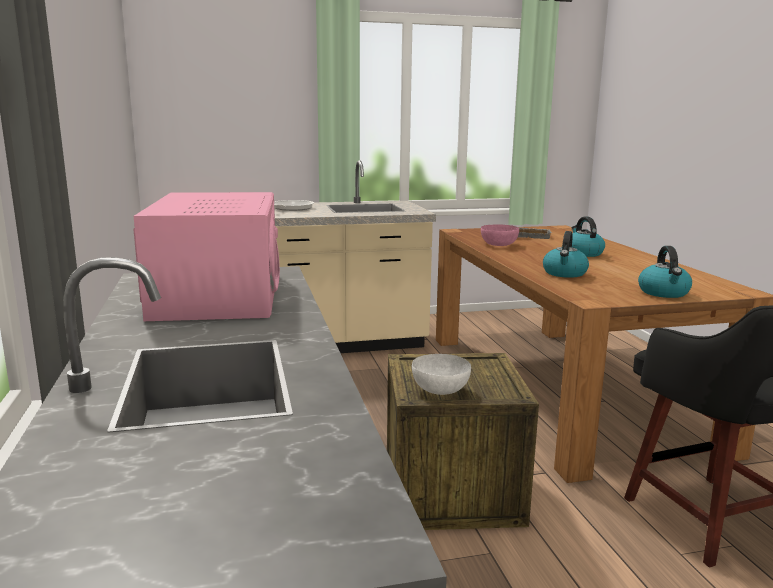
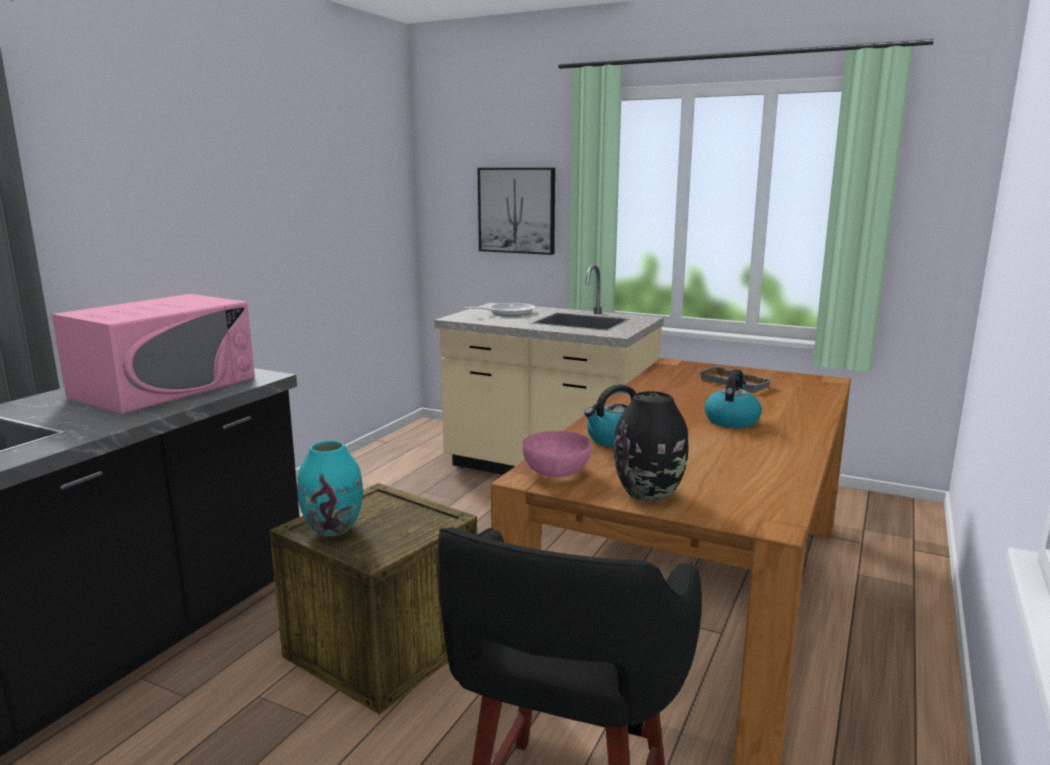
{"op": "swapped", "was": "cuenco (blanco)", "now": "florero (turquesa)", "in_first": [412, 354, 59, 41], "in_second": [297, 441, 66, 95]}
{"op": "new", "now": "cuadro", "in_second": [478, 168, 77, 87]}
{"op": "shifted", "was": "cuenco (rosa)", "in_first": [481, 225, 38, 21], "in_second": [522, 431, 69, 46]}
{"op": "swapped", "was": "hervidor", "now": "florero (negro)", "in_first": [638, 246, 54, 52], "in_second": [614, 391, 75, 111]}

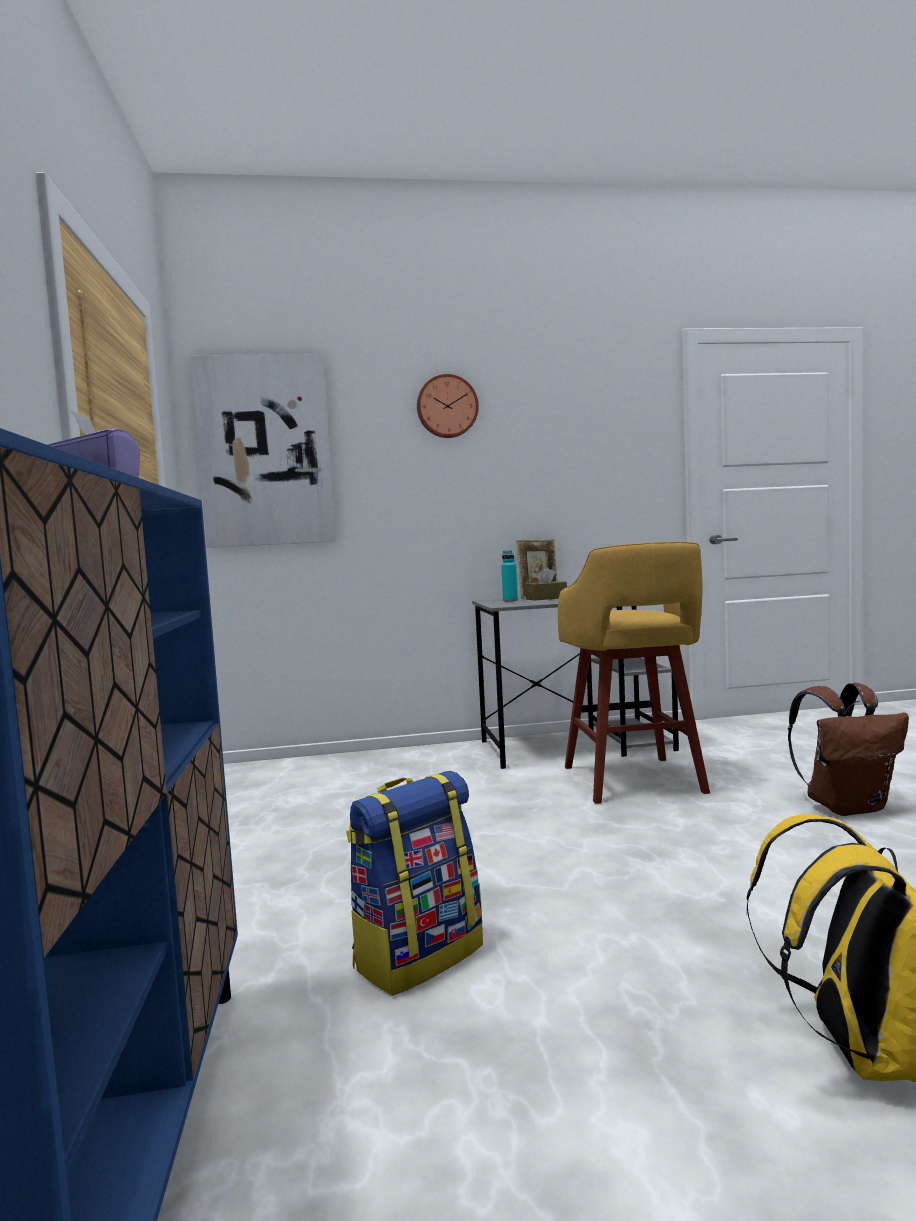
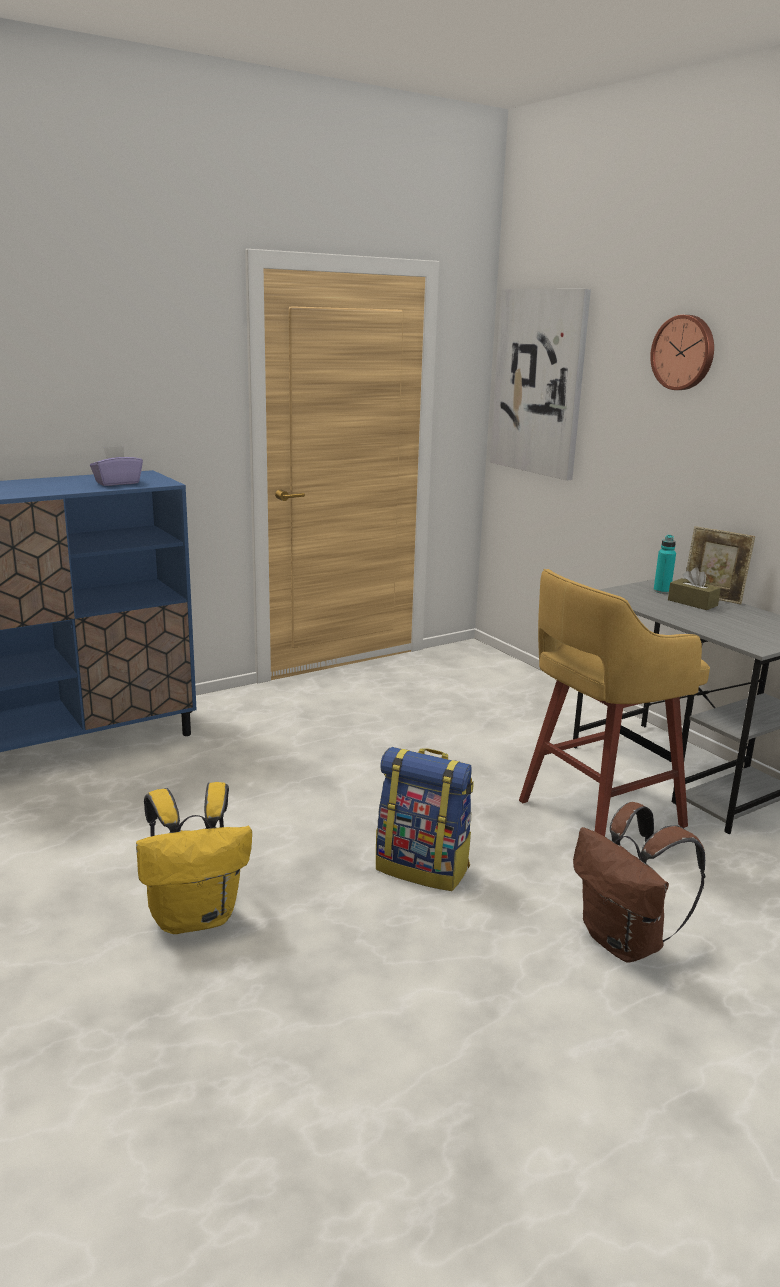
{"op": "shifted", "was": "mochila", "in_first": [346, 771, 137, 225], "in_second": [376, 747, 98, 144]}

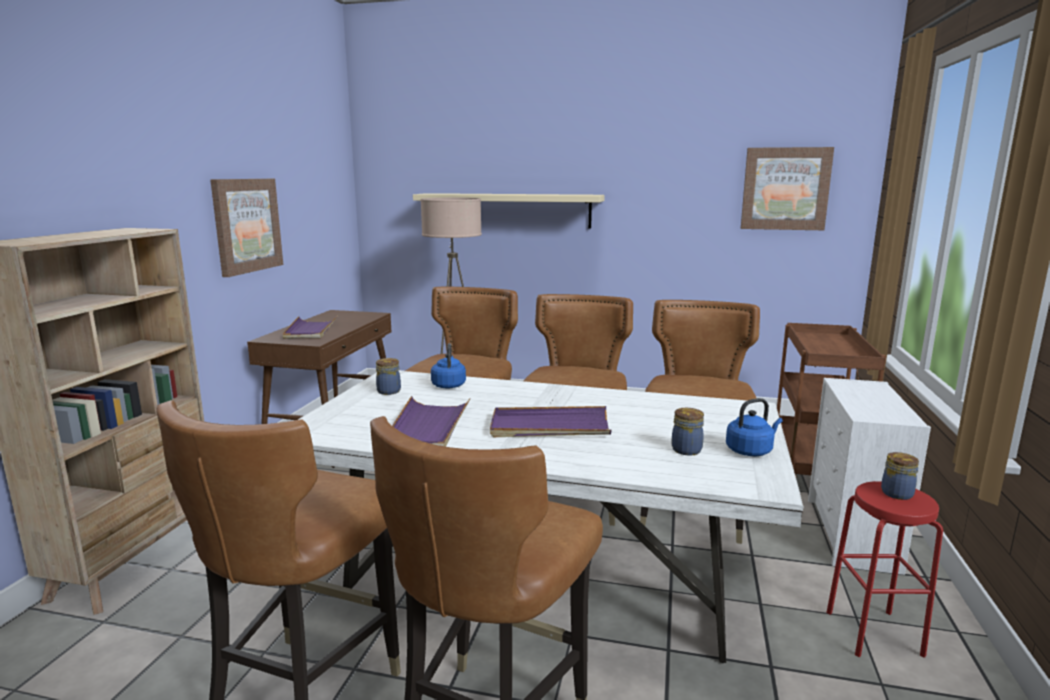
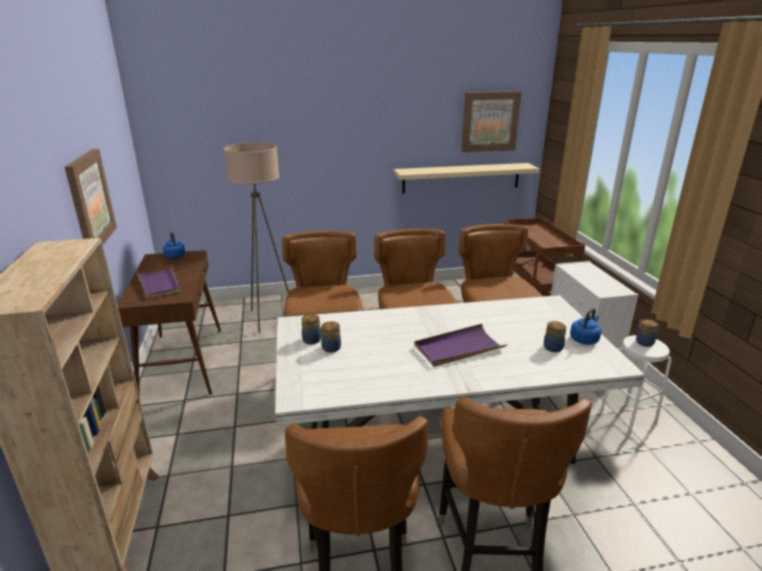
{"op": "shifted", "was": "hervidor (azul)", "in_first": [431, 343, 35, 46], "in_second": [163, 232, 22, 27]}
{"op": "new", "now": "tarro", "in_second": [319, 321, 22, 32]}
{"op": "shifted", "was": "estante (beis)", "in_first": [413, 193, 192, 36], "in_second": [394, 163, 146, 31]}
{"op": "repainted", "was": "taburete (rojo)", "now": "taburete (blanco)", "in_first": [826, 481, 117, 177], "in_second": [599, 335, 73, 101]}
{"op": "gone", "was": "bandeja (morado)", "in_first": [392, 396, 78, 51]}

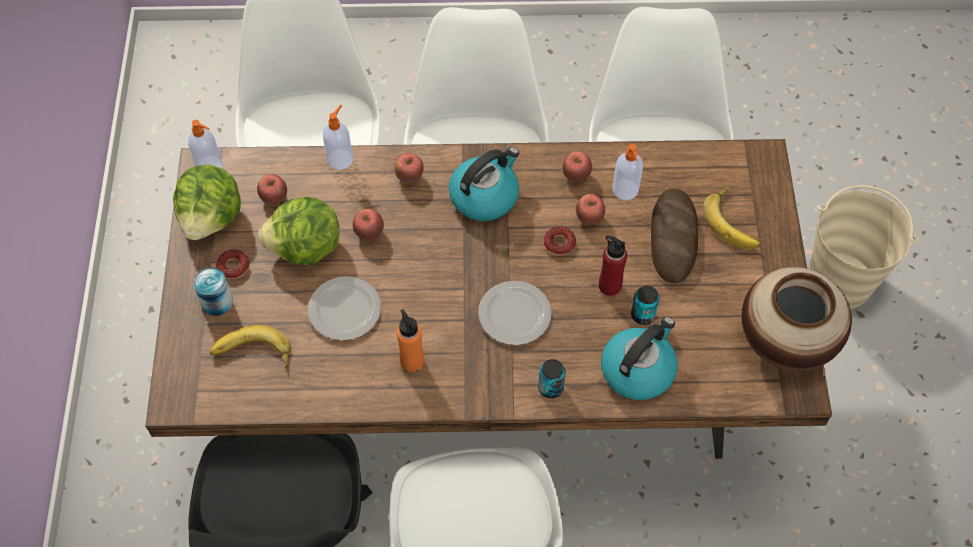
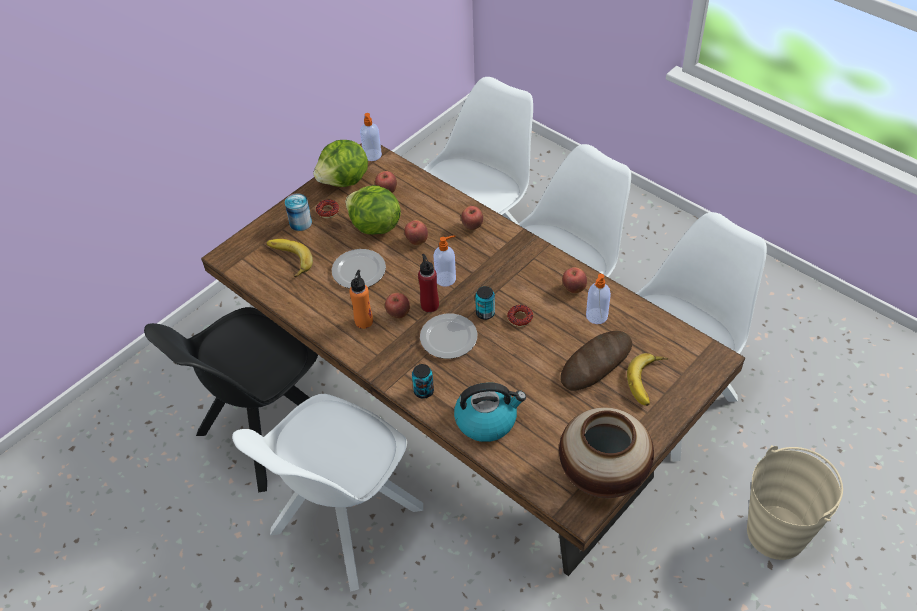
{"op": "shifted", "was": "manzana", "in_first": [576, 194, 29, 31], "in_second": [385, 293, 25, 25]}
{"op": "shifted", "was": "botella (rojo)", "in_first": [599, 235, 28, 61], "in_second": [418, 254, 21, 58]}
{"op": "shifted", "was": "dispensador de jabón", "in_first": [323, 105, 30, 65], "in_second": [433, 235, 23, 52]}
{"op": "shifted", "was": "lata", "in_first": [631, 286, 29, 39], "in_second": [475, 286, 20, 34]}
{"op": "gone", "was": "hervidor", "in_first": [449, 147, 70, 74]}

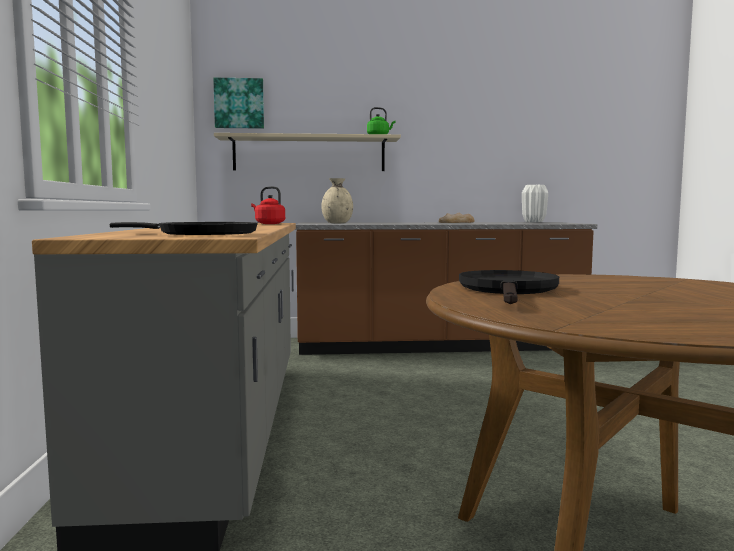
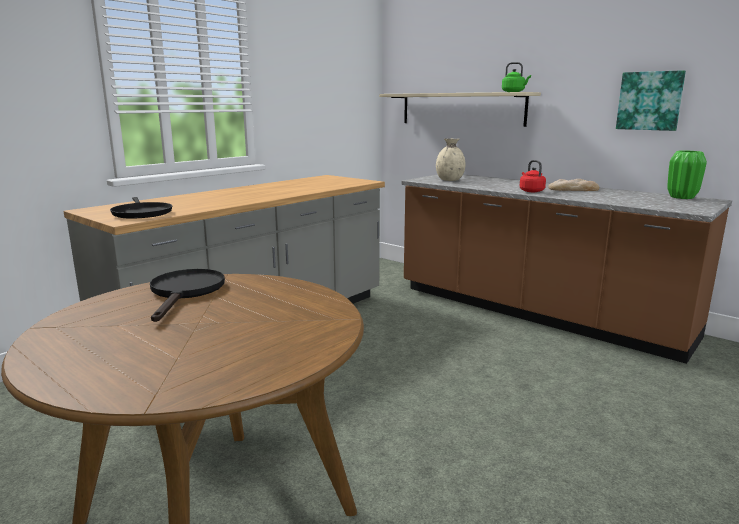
{"op": "rotated", "was": "sartén (negro)", "in_first": [459, 270, 100, 34], "in_second": [150, 269, 75, 53], "clockwise": -60}
{"op": "shifted", "was": "hervidor (rojo)", "in_first": [251, 186, 34, 38], "in_second": [519, 160, 27, 32]}
{"op": "shifted", "was": "cuadro", "in_first": [213, 78, 51, 51], "in_second": [616, 70, 70, 61]}
{"op": "repainted", "was": "florero (blanco)", "now": "florero (verde)", "in_first": [522, 185, 26, 37], "in_second": [667, 151, 40, 48]}

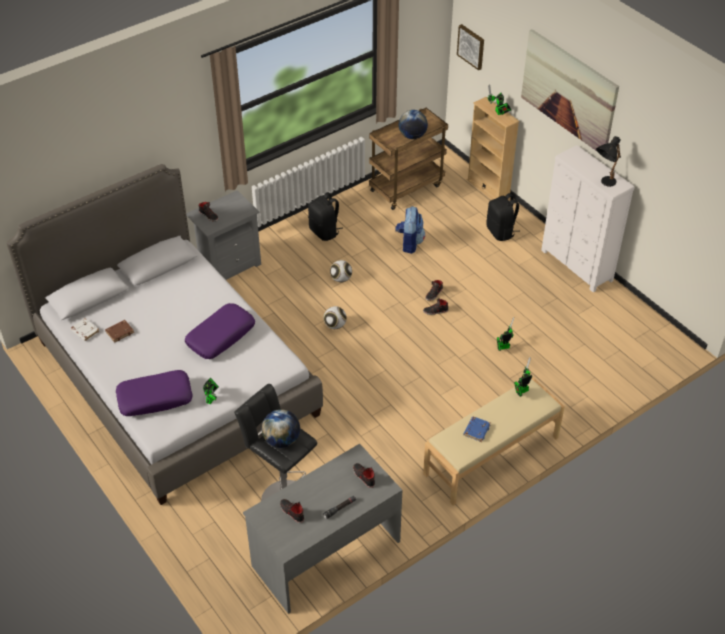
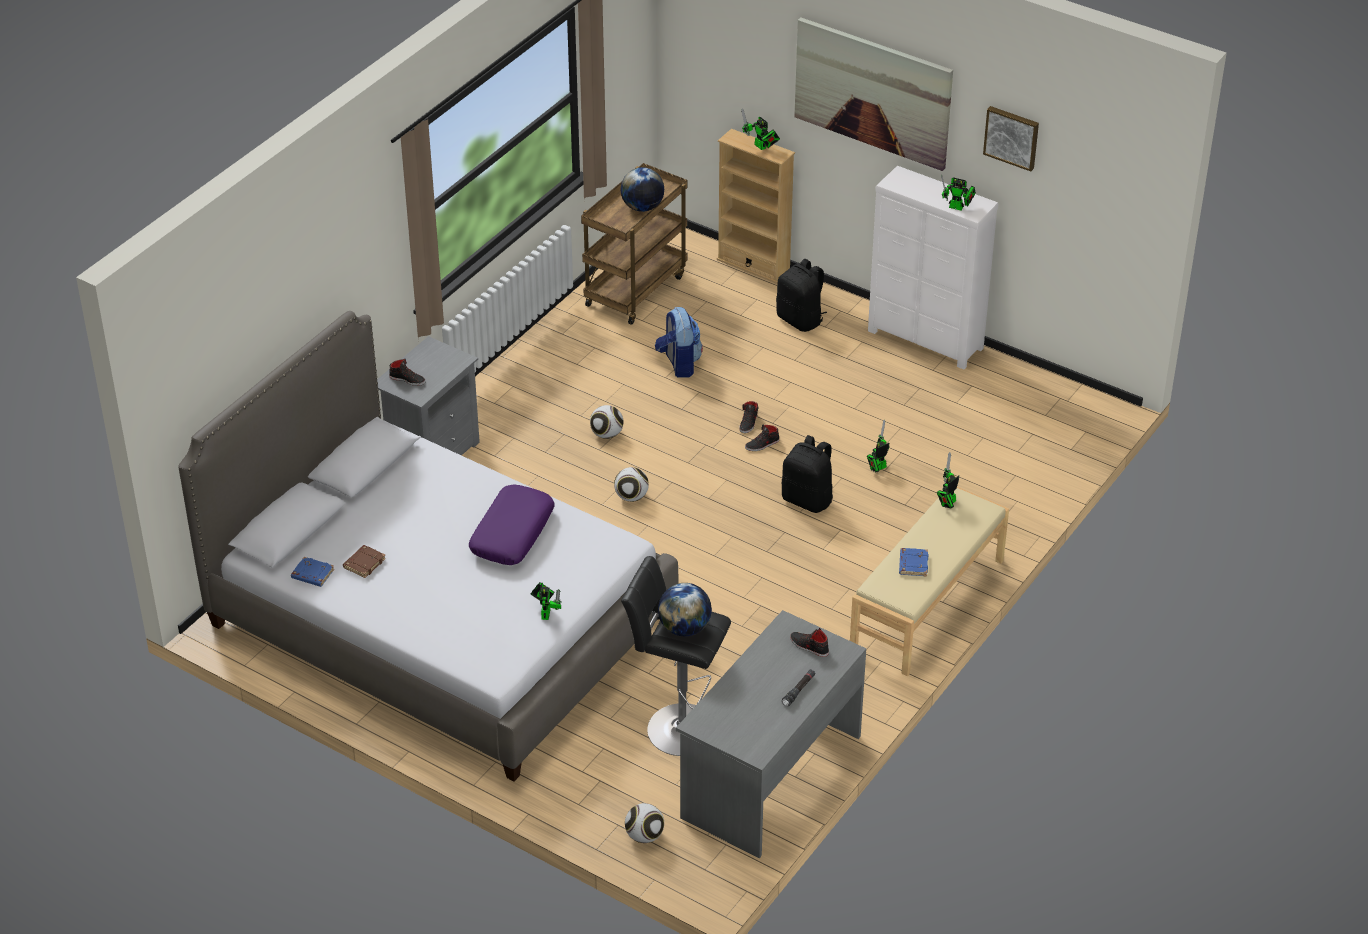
{"op": "repainted", "was": "libro (blanco)", "now": "libro (azul)", "in_first": [70, 318, 30, 23], "in_second": [291, 557, 43, 30]}
{"op": "new", "now": "balón de fútbol", "in_second": [625, 803, 39, 40]}
{"op": "shifted", "was": "mochila (negro)", "in_first": [308, 192, 35, 49], "in_second": [781, 435, 52, 78]}
{"op": "swapped", "was": "lámpara de mesa (negro)", "now": "robot de juguete", "in_first": [596, 136, 25, 51], "in_second": [941, 174, 35, 37]}
{"op": "shifted", "was": "cuadro", "in_first": [457, 24, 27, 46], "in_second": [983, 106, 56, 65]}
{"op": "gone", "was": "cojín (morado)", "in_first": [116, 370, 77, 46]}
{"op": "gone", "was": "zapato (negro)", "in_first": [280, 499, 24, 24]}

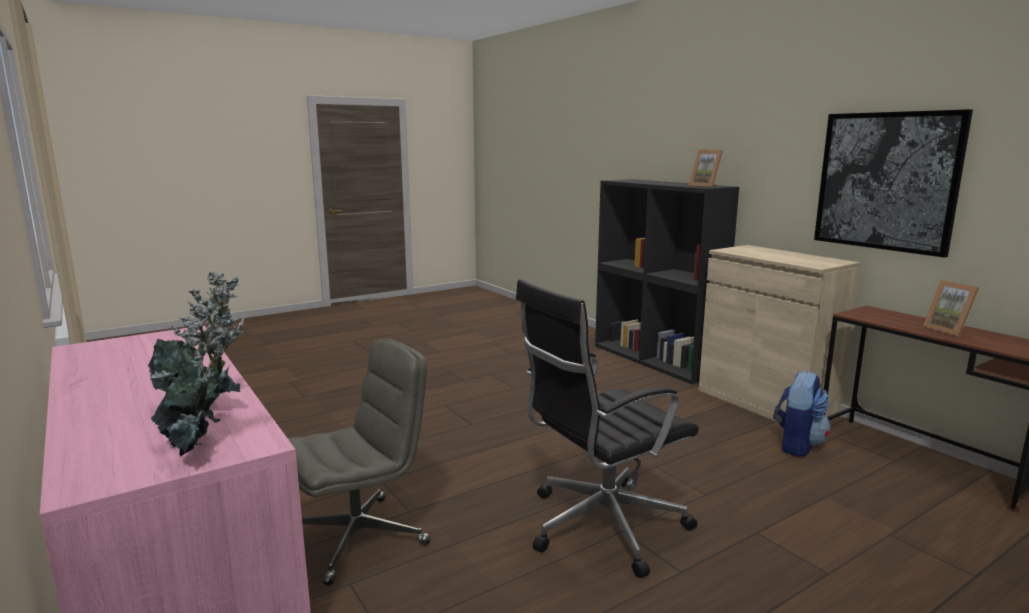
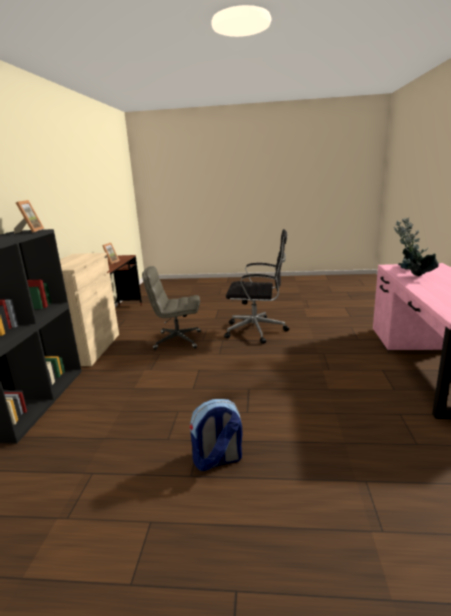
{"op": "shifted", "was": "silla de oficina (gris)", "in_first": [288, 339, 143, 247], "in_second": [142, 266, 59, 83]}
{"op": "shifted", "was": "mochila", "in_first": [773, 370, 57, 87], "in_second": [190, 399, 52, 72]}
{"op": "gone", "was": "cuadro", "in_first": [814, 109, 159, 149]}

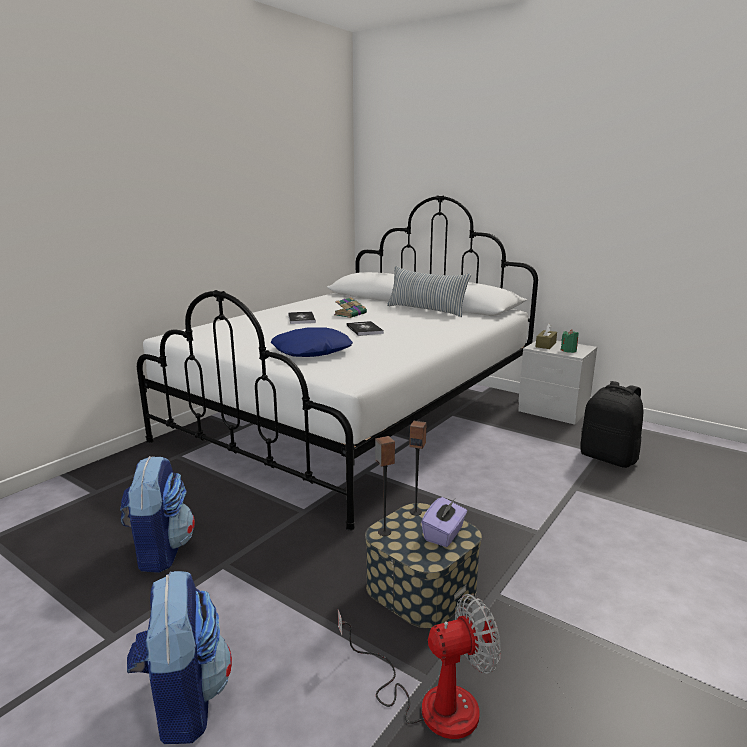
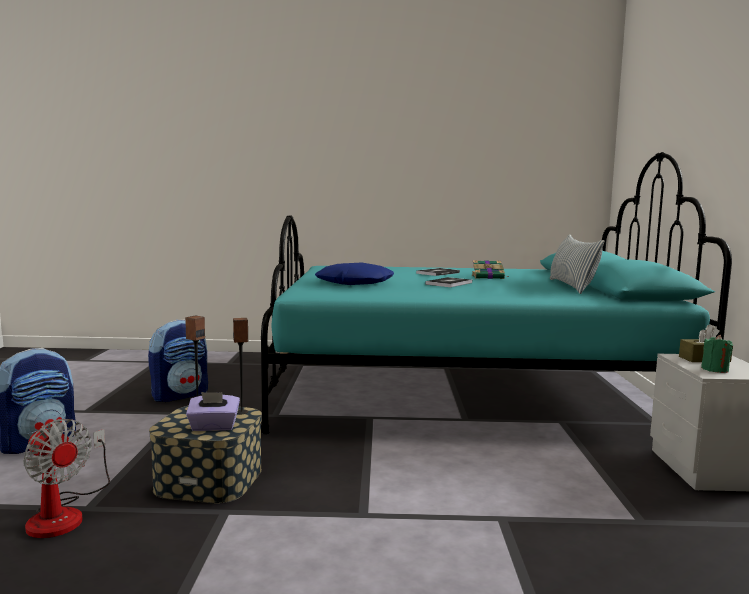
{"op": "repainted", "was": "cama (blanco)", "now": "cama (turquesa)", "in_first": [137, 195, 401, 336], "in_second": [261, 152, 471, 282]}
{"op": "gone", "was": "mochila (negro)", "in_first": [580, 381, 63, 87]}

